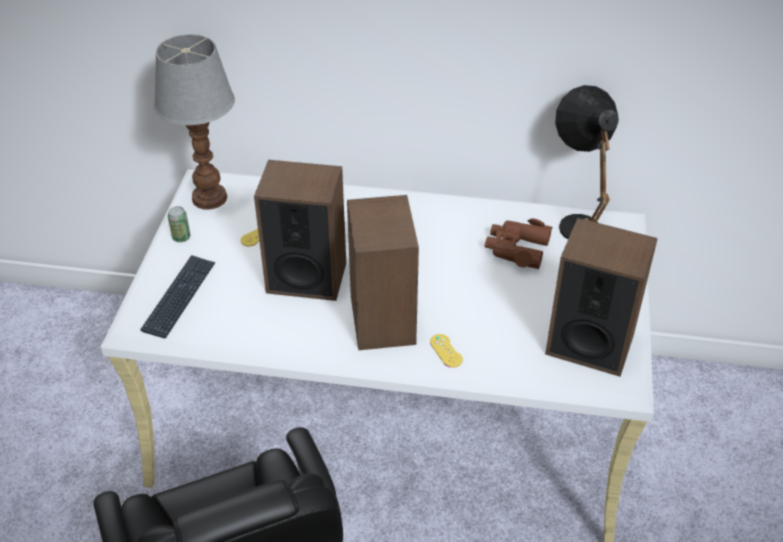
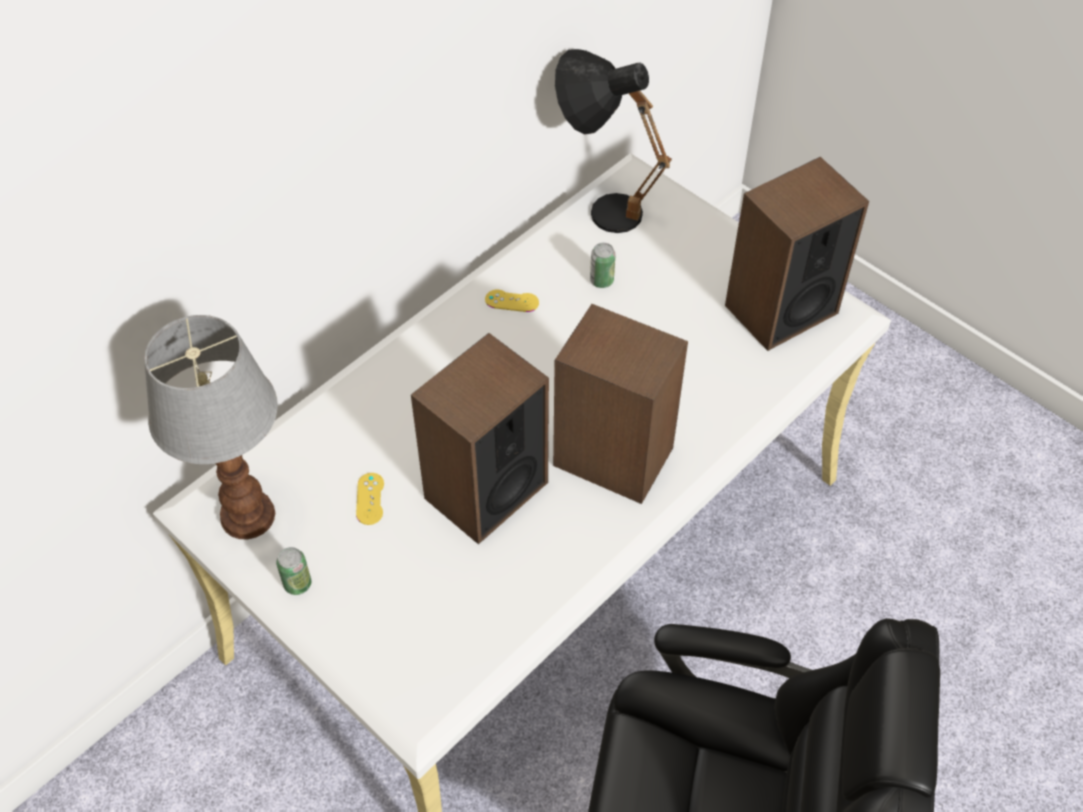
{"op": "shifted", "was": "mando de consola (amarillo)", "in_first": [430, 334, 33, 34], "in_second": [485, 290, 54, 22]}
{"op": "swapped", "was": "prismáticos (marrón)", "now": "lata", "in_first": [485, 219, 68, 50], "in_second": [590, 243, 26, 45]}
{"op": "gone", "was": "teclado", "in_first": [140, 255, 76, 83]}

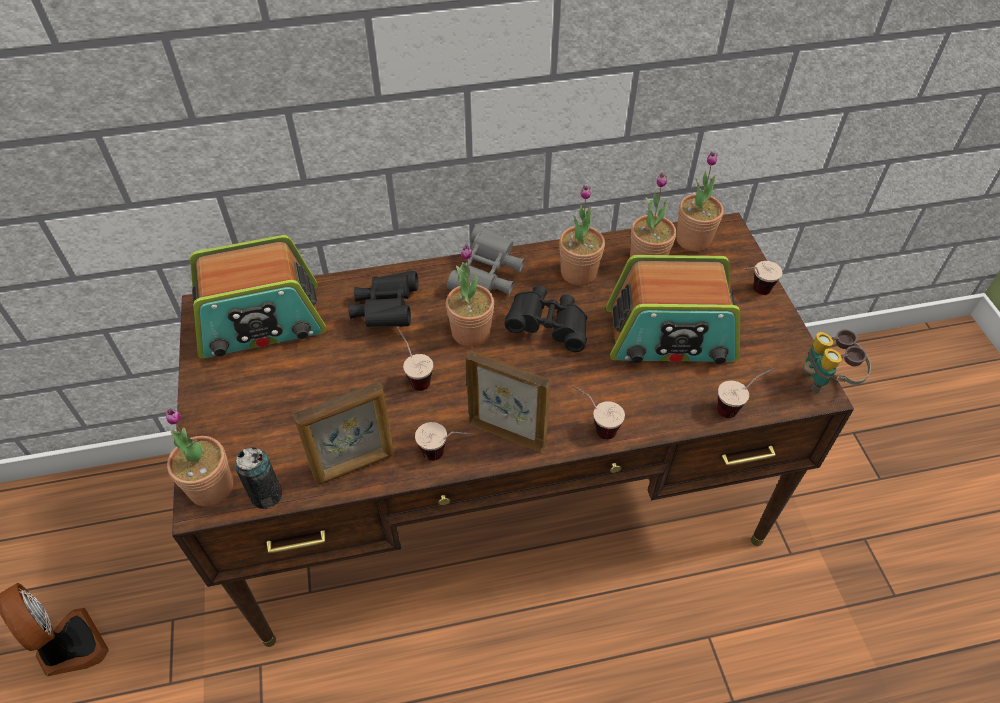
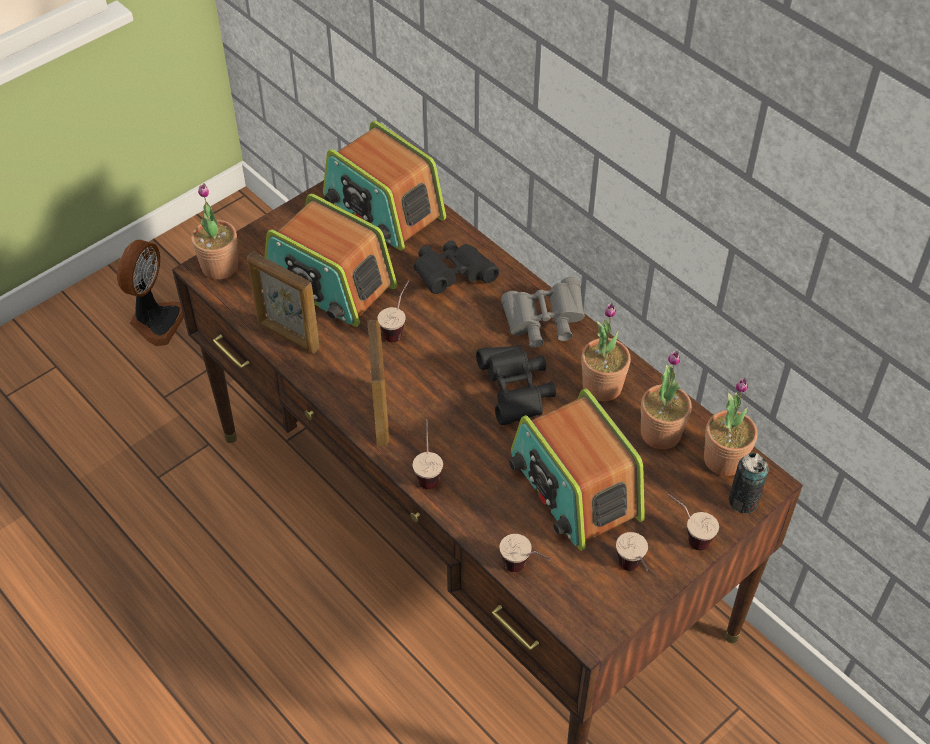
{"op": "new", "now": "radio", "in_second": [265, 194, 132, 133]}
{"op": "shifted", "was": "taza", "in_first": [415, 422, 56, 39], "in_second": [616, 532, 32, 39]}
{"op": "shifted", "was": "lata", "in_first": [235, 447, 47, 62], "in_second": [729, 452, 40, 61]}
{"op": "gone", "was": "planta en maceta", "in_first": [446, 244, 48, 103]}
{"op": "gone", "was": "prismáticos", "in_first": [803, 329, 68, 65]}

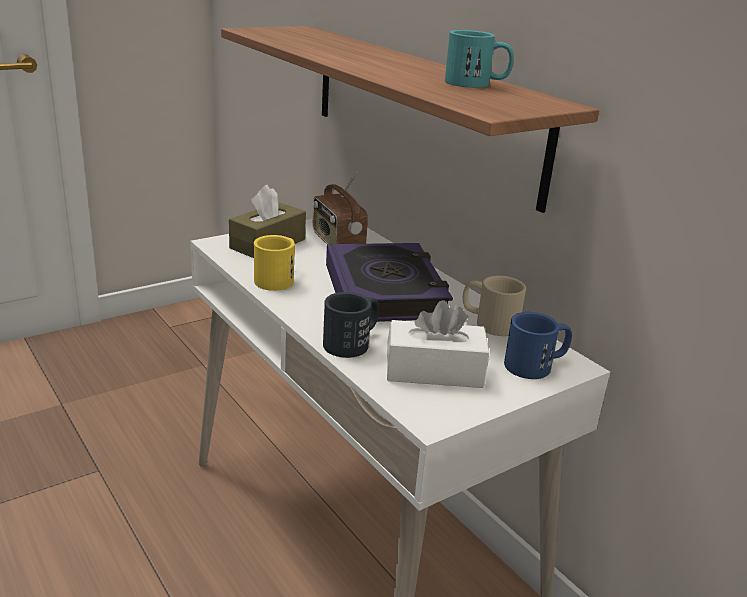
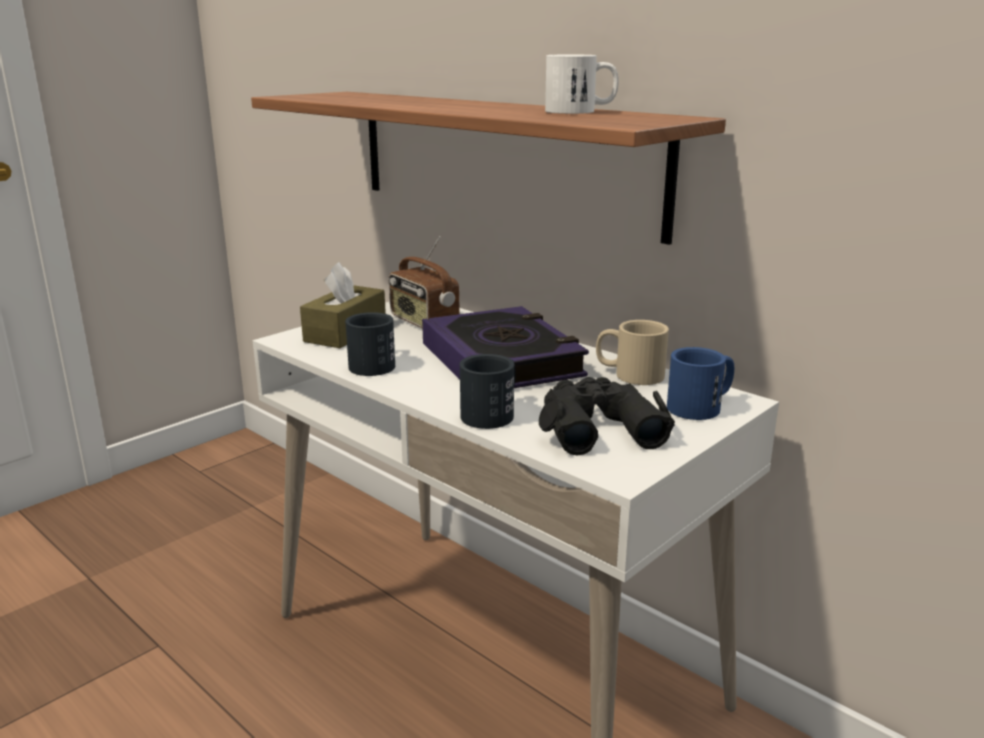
{"op": "repainted", "was": "taza grande (amarillo)", "now": "taza grande (negro)", "in_first": [254, 235, 41, 56], "in_second": [345, 312, 50, 64]}
{"op": "swapped", "was": "caja de pañuelos (blanco)", "now": "prismáticos (negro)", "in_first": [387, 300, 102, 88], "in_second": [539, 377, 136, 79]}
{"op": "repainted", "was": "taza grande (turquesa)", "now": "taza grande (blanco)", "in_first": [445, 30, 69, 58], "in_second": [545, 55, 74, 59]}

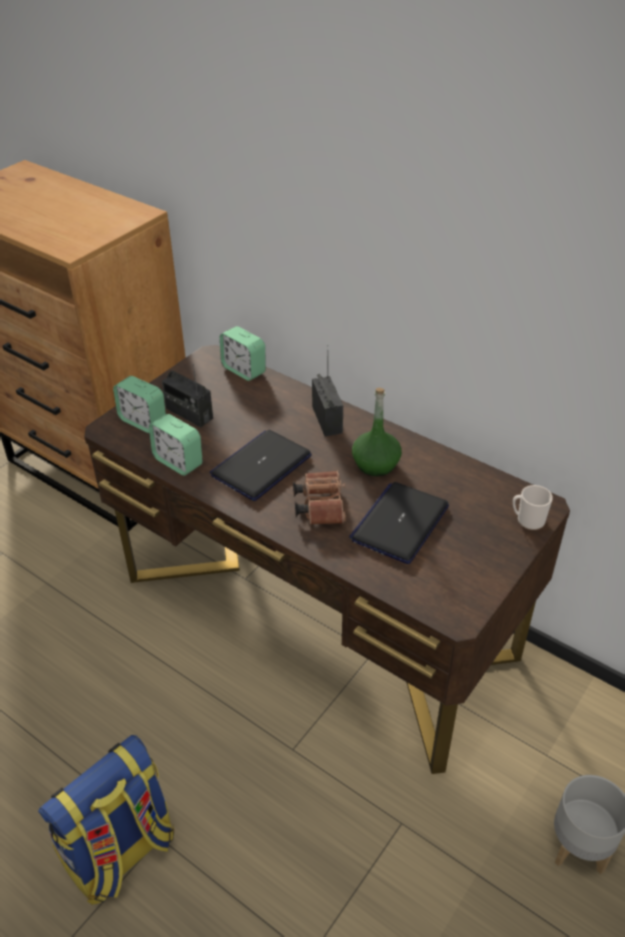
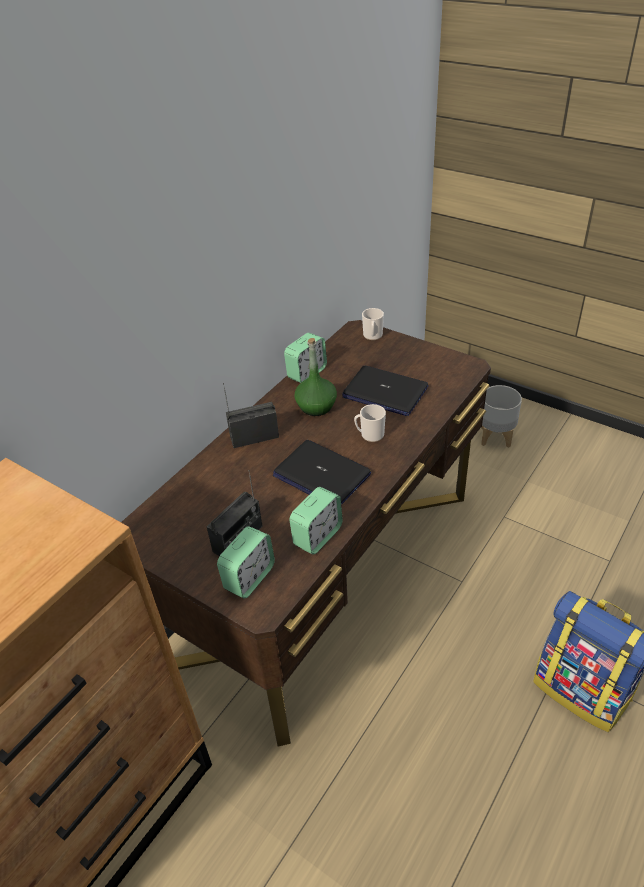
{"op": "shifted", "was": "despertador", "in_first": [220, 326, 46, 55], "in_second": [284, 333, 43, 50]}
{"op": "swapped", "was": "prismáticos (marrón)", "now": "taza grande", "in_first": [293, 471, 53, 54], "in_second": [354, 404, 32, 38]}

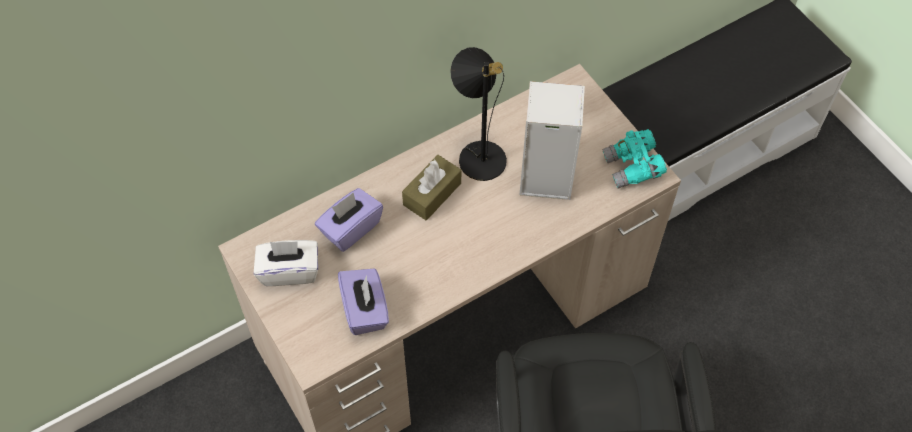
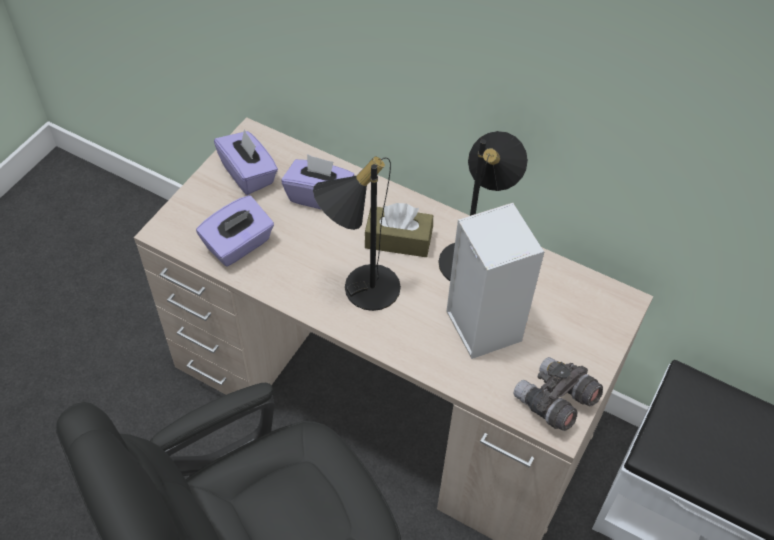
{"op": "repainted", "was": "caja de pañuelos (blanco)", "now": "caja de pañuelos (morado)", "in_first": [254, 240, 64, 46], "in_second": [214, 129, 64, 66]}
{"op": "new", "now": "lámpara de mesa (negro)", "in_second": [313, 156, 88, 155]}
{"op": "repainted", "was": "prismáticos (turquesa)", "now": "prismáticos (gris)", "in_first": [602, 129, 65, 60], "in_second": [514, 357, 89, 74]}

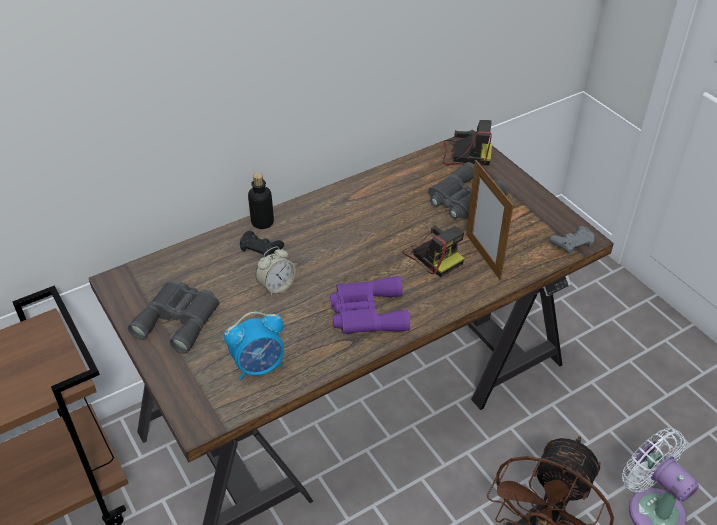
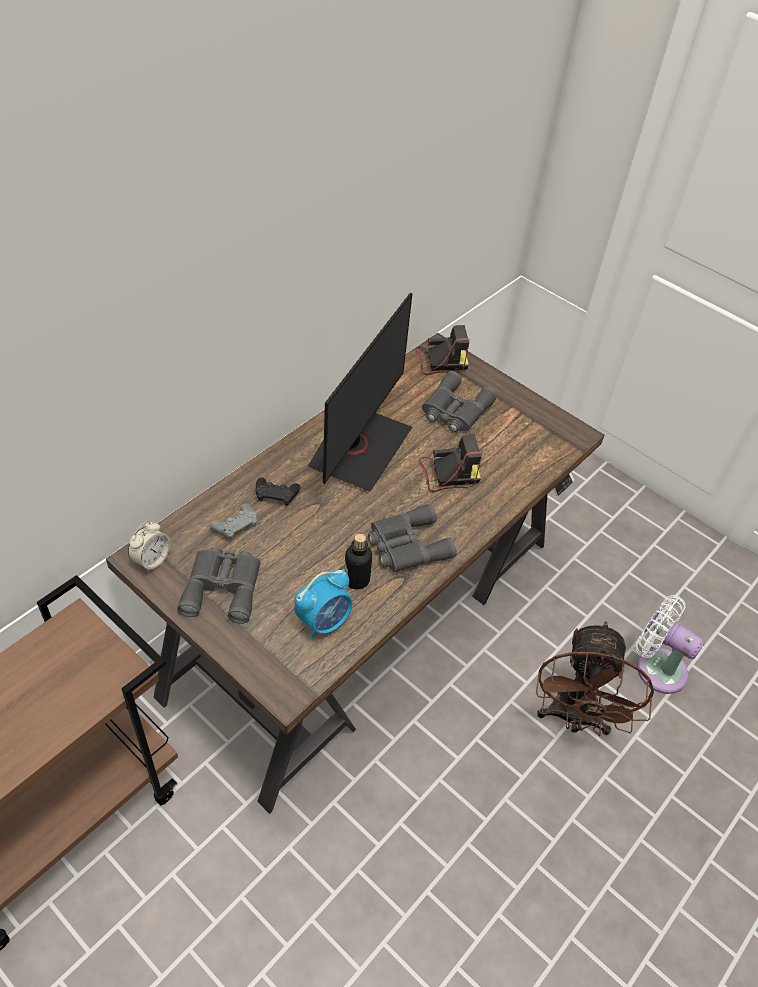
{"op": "shifted", "was": "despertador", "in_first": [255, 246, 41, 50], "in_second": [128, 521, 43, 51]}
{"op": "shifted", "was": "mando de consola (gris)", "in_first": [550, 226, 45, 28], "in_second": [210, 504, 47, 36]}
{"op": "new", "now": "monitor", "in_second": [308, 293, 105, 198]}
{"op": "shifted", "was": "botella", "in_first": [248, 173, 26, 56], "in_second": [344, 534, 28, 55]}
{"op": "repainted", "was": "prismáticos (morado)", "now": "prismáticos (gris)", "in_first": [330, 276, 80, 58], "in_second": [368, 504, 89, 69]}
{"op": "rotated", "was": "cámara", "in_first": [402, 225, 62, 52], "in_second": [419, 434, 62, 58], "clockwise": -45}
{"op": "gone", "was": "portarretratos", "in_first": [466, 160, 47, 120]}

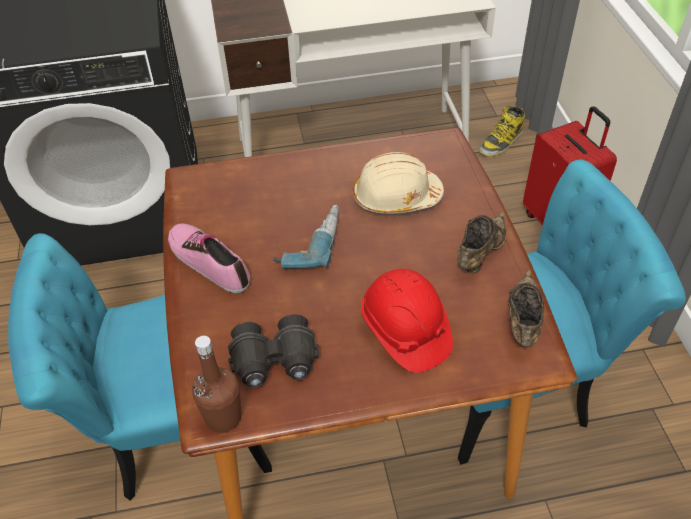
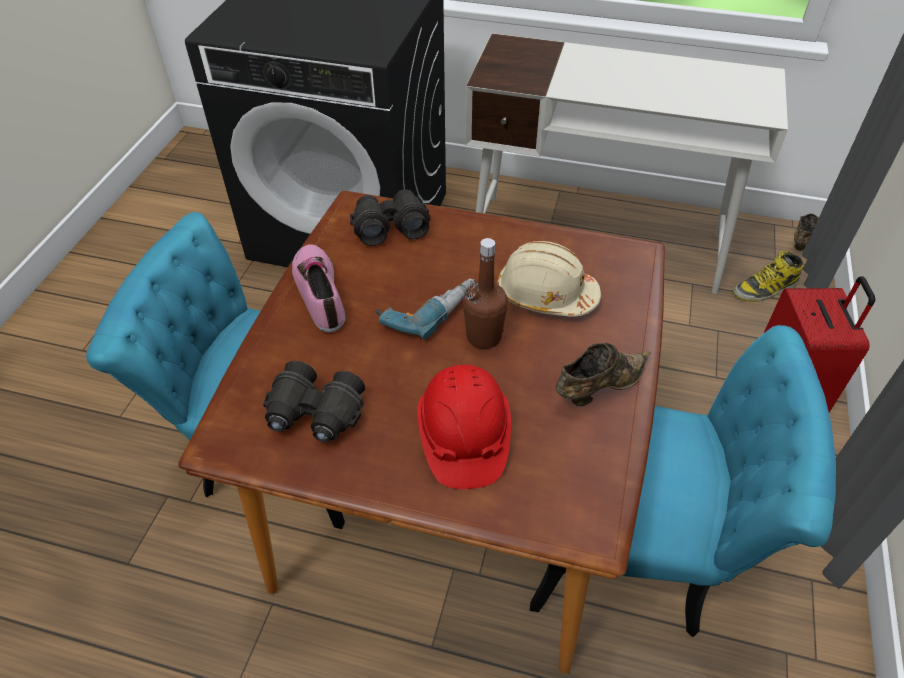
{"op": "new", "now": "prismáticos (negro)", "in_second": [350, 189, 80, 57]}
{"op": "shifted", "was": "botella (marrón)", "in_first": [192, 336, 50, 97], "in_second": [463, 238, 45, 111]}
{"op": "shifted", "was": "zapato (marrón)", "in_first": [508, 269, 36, 78], "in_second": [794, 214, 25, 37]}

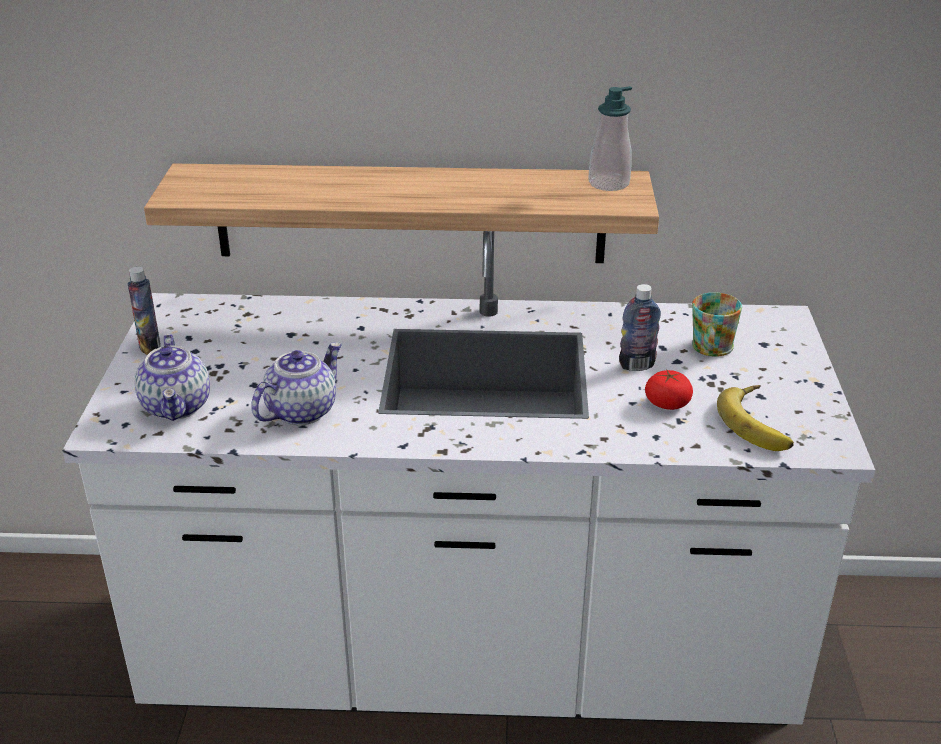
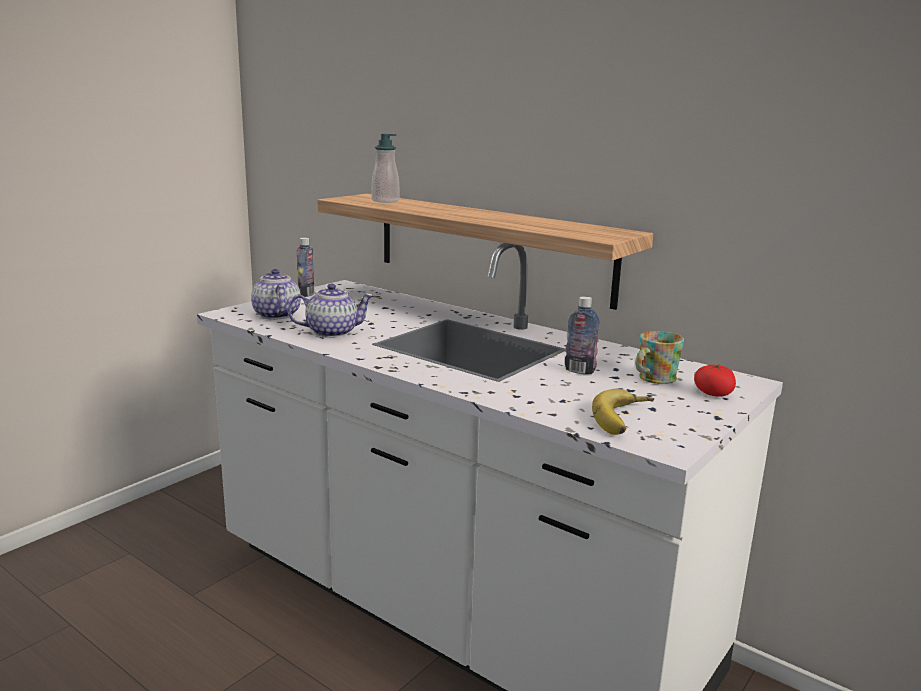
{"op": "rotated", "was": "tetera", "in_first": [135, 334, 75, 87], "in_second": [251, 269, 50, 51], "clockwise": 135}
{"op": "shifted", "was": "dispensador de jabón", "in_first": [588, 86, 44, 105], "in_second": [371, 134, 29, 69]}
{"op": "shifted", "was": "tomate", "in_first": [645, 369, 48, 41], "in_second": [694, 365, 42, 32]}

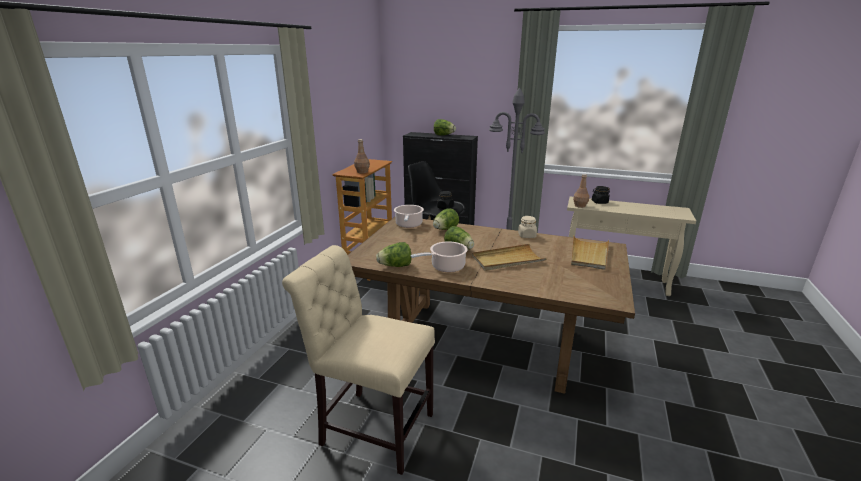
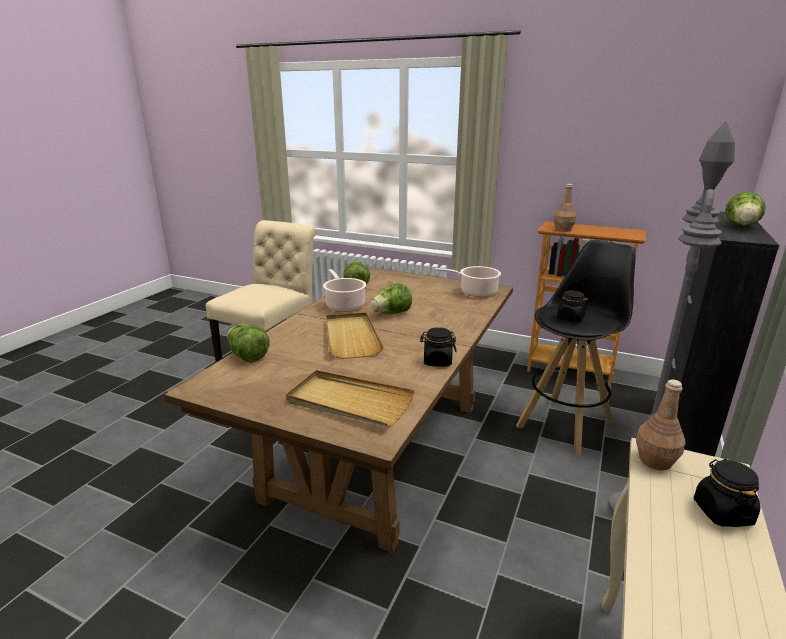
{"op": "shifted", "was": "lechuga", "in_first": [433, 208, 26, 22], "in_second": [227, 324, 42, 39]}
{"op": "repainted", "was": "tarro (beis)", "now": "tarro (negro)", "in_first": [518, 216, 19, 22], "in_second": [420, 327, 37, 40]}

